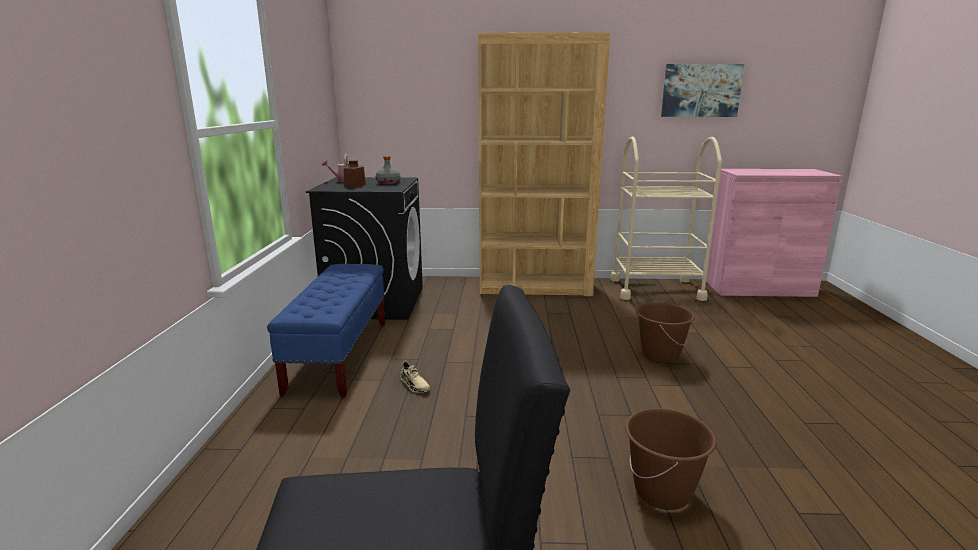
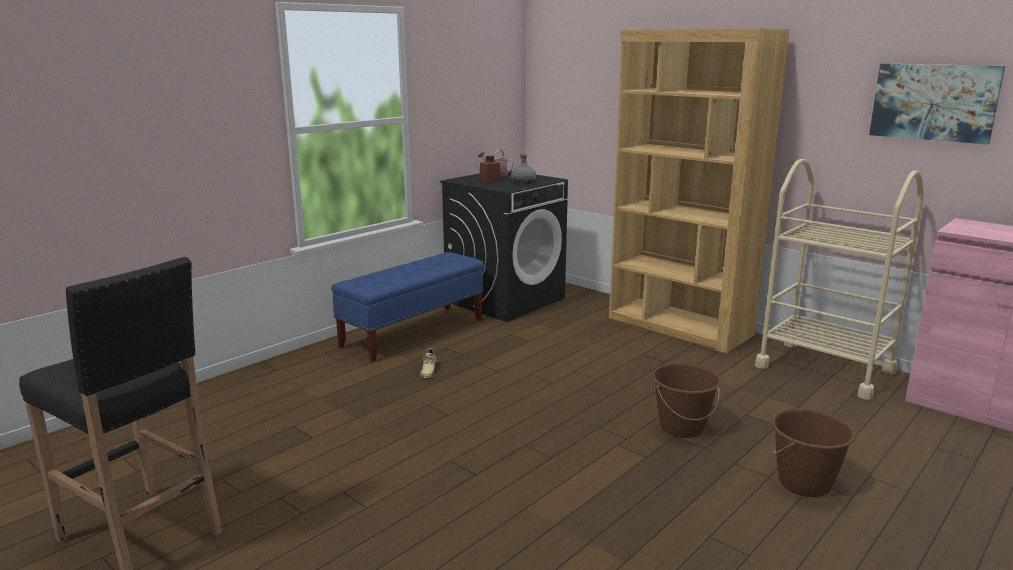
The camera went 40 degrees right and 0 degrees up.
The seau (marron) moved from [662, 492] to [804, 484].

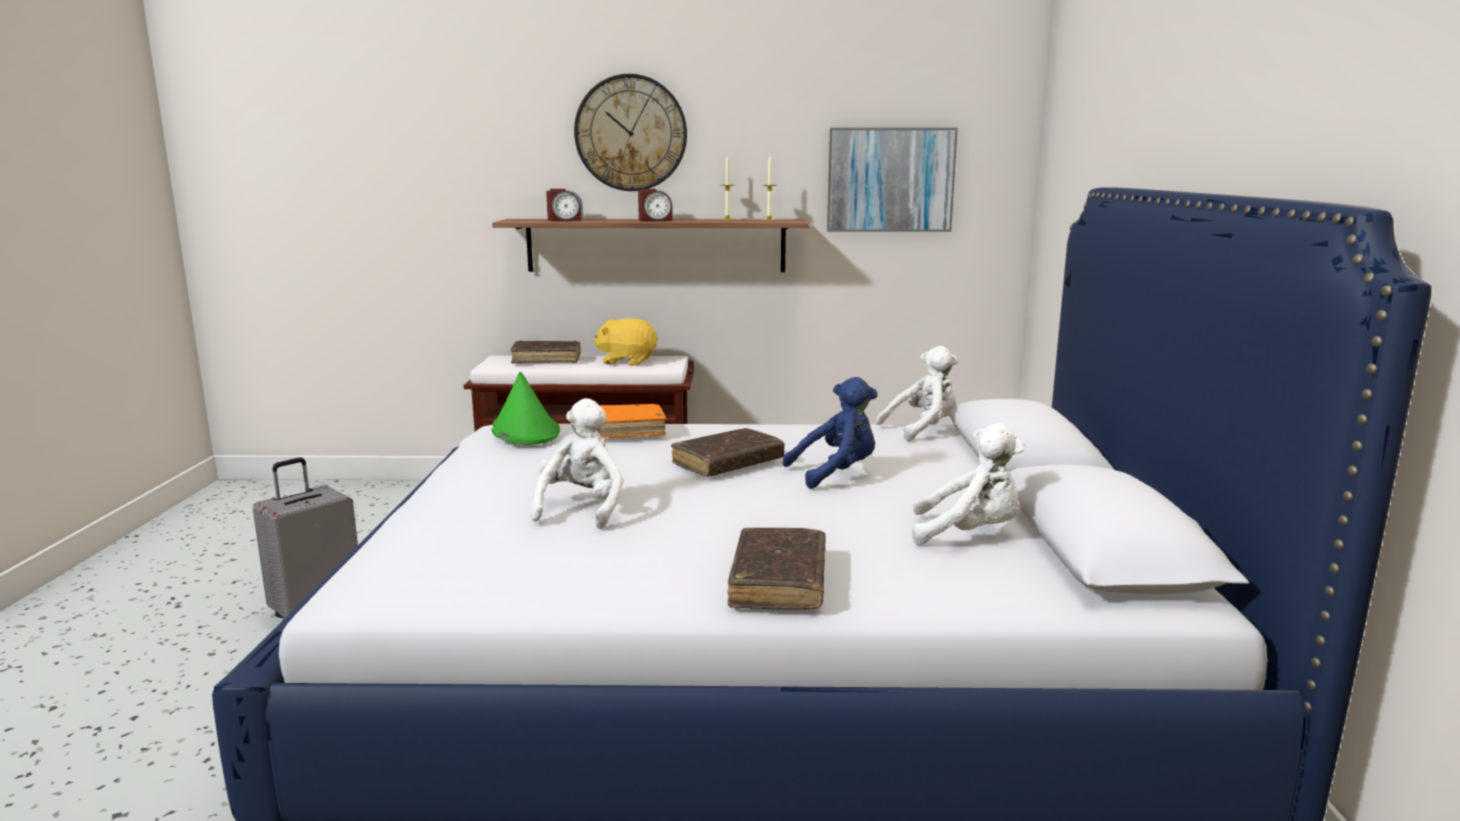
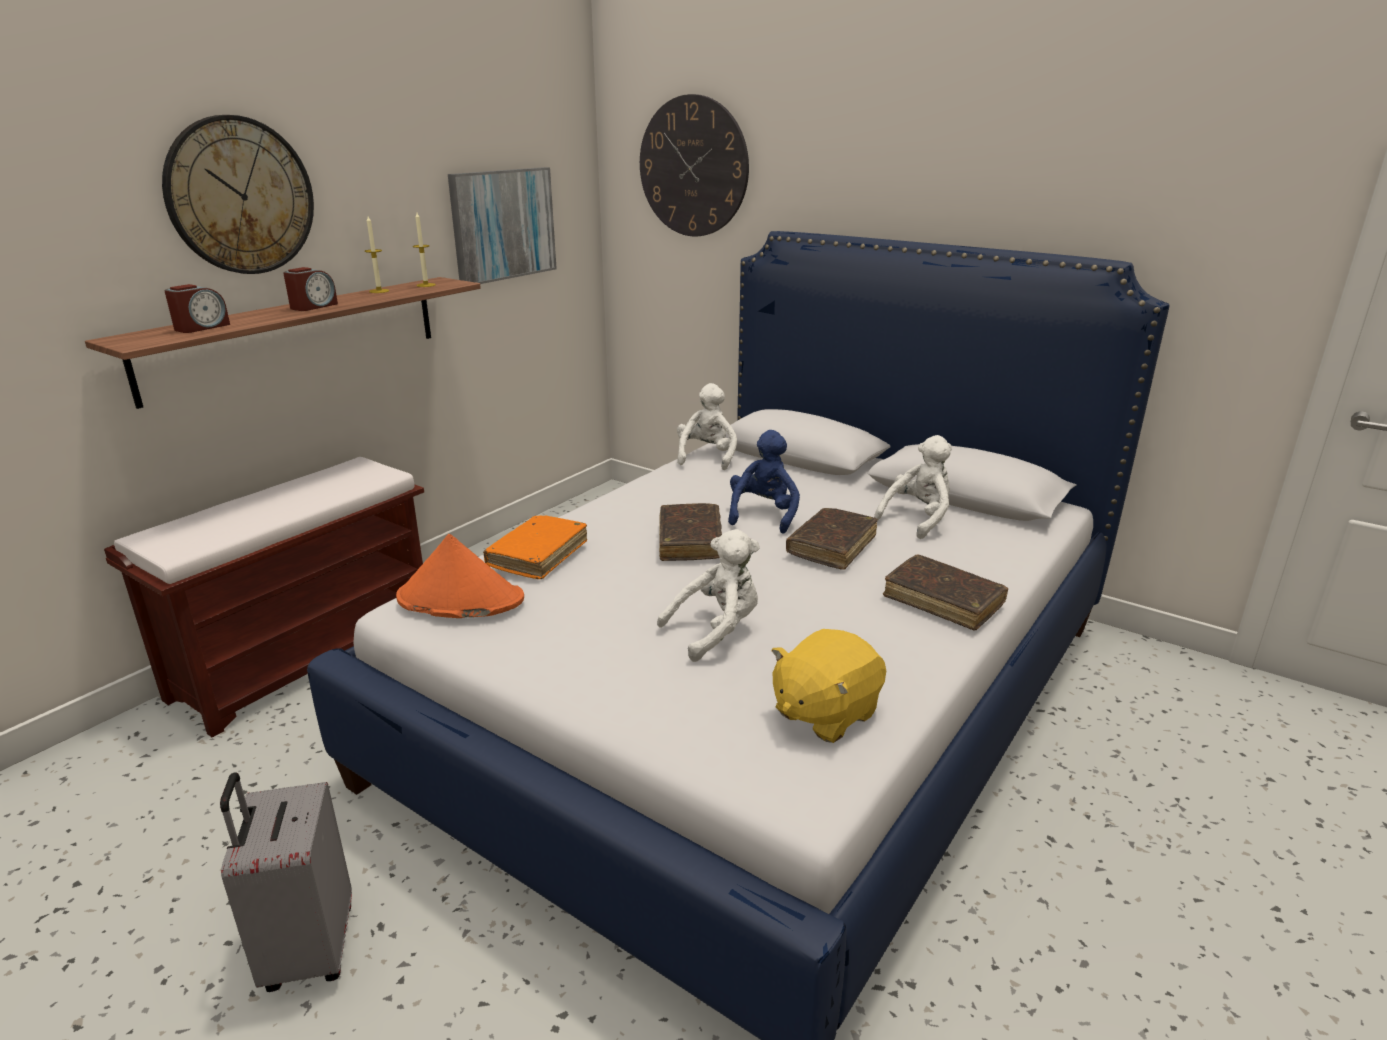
The camera went 55 degrees left and 10 degrees up.
The peluche (jaune) moved from [627, 361] to [824, 713].
The livre (marron) moved from [546, 359] to [832, 546].
The chapeau (vert) at [524, 431] became the chapeau (orange) at [459, 599].
The peluche (blanc) at [582, 508] turned 105 degrees clockwise.
The horloge murale at [693, 167] appeared.

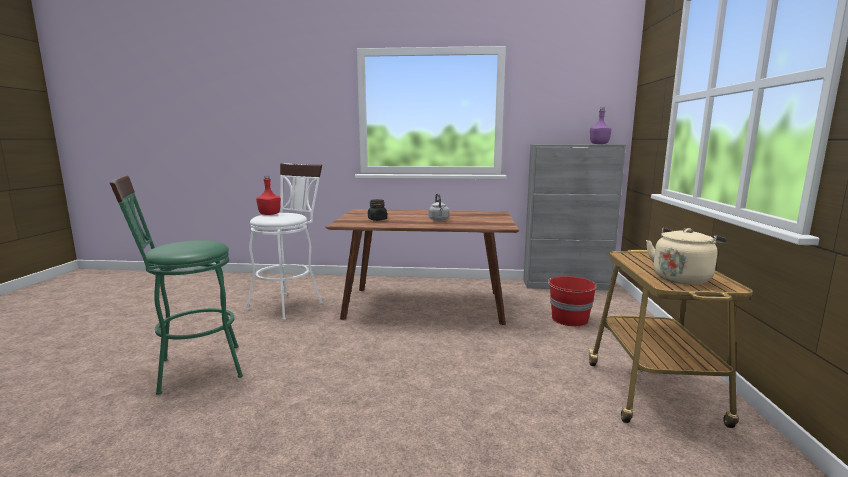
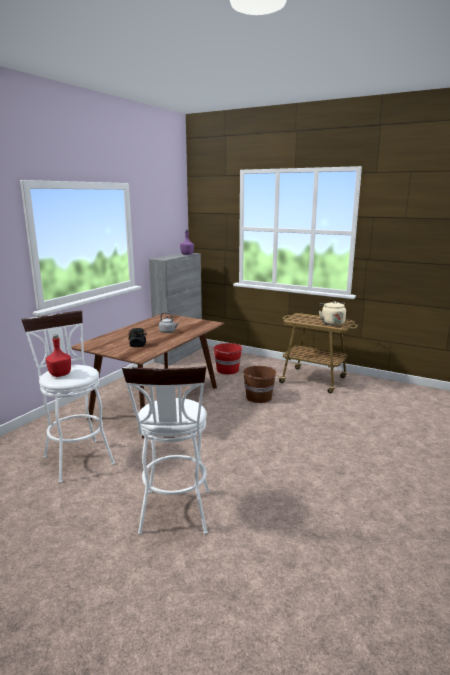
The camera went 65 degrees left and 5 degrees up.
The tabouret (vert) at [191, 370] became the tabouret (blanc) at [175, 516].
The seau (marron) at [259, 397] appeared.

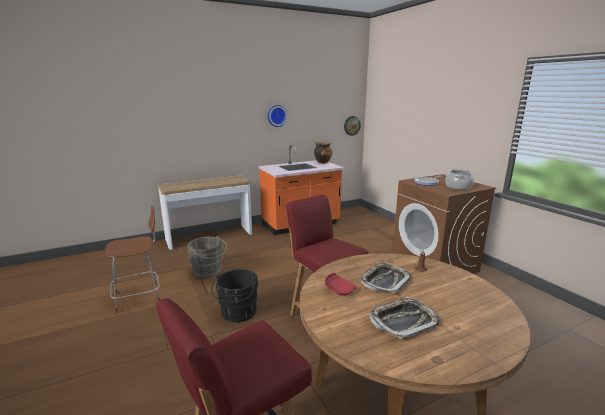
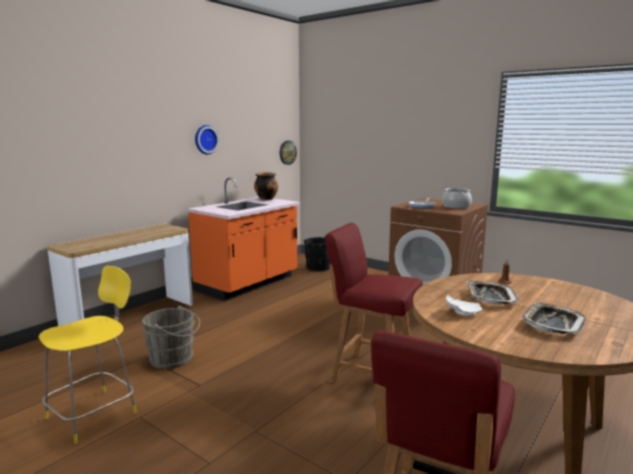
The camera went 25 degrees left and 5 degrees down.
The chaise (marron) at [139, 296] became the chaise (jaune) at [95, 414].
The seau (noir) moved from [238, 313] to [319, 267].
The assiette (rouge) at [339, 290] became the assiette (blanc) at [462, 312].

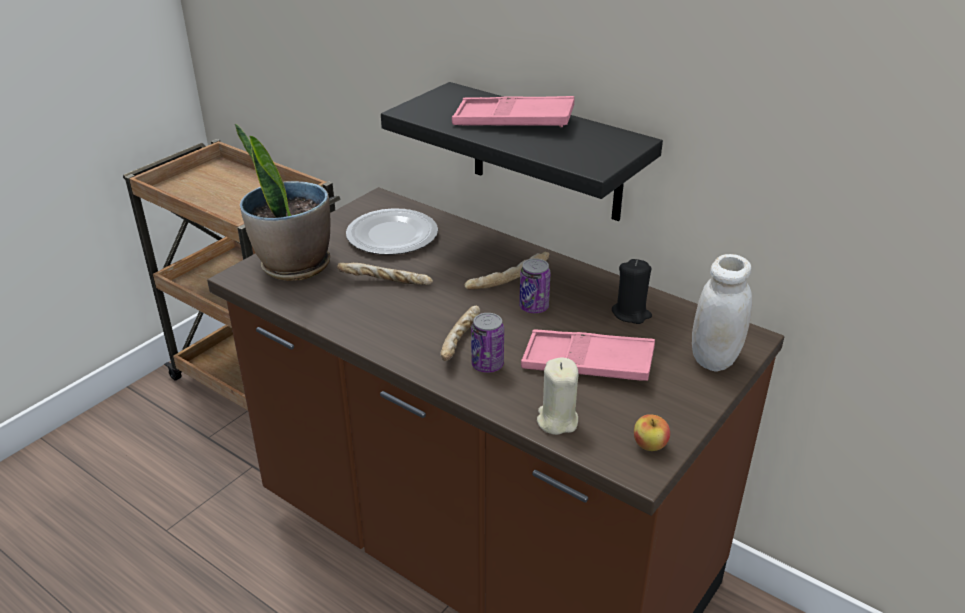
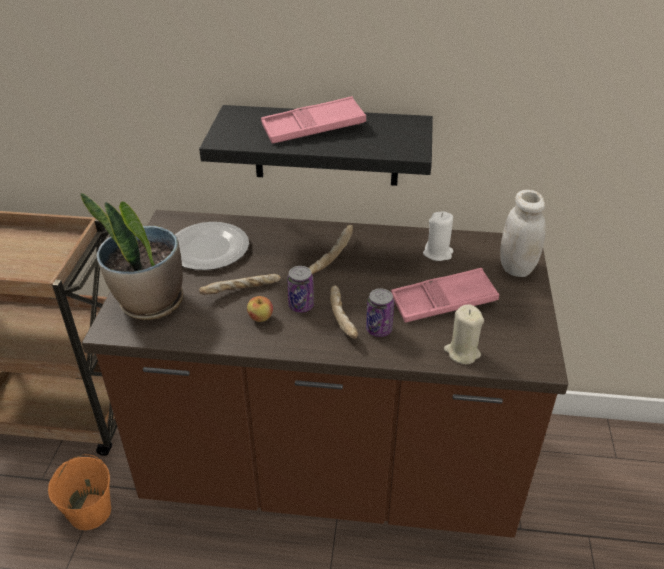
The camera went 30 degrees left and 5 degrees up.
The boîte métallique moved from [534, 307] to [301, 306].
The bougie (noir) at [631, 314] became the bougie (blanc) at [438, 253].
The pomme moved from [650, 445] to [260, 318].
The seau (orange) at [90, 512] appeared.

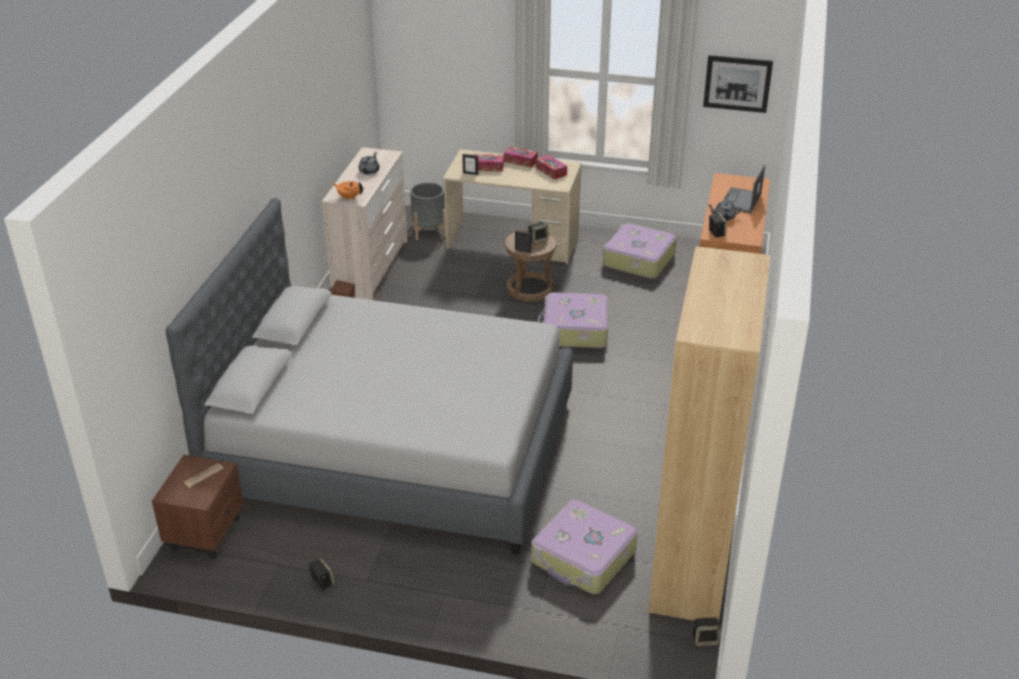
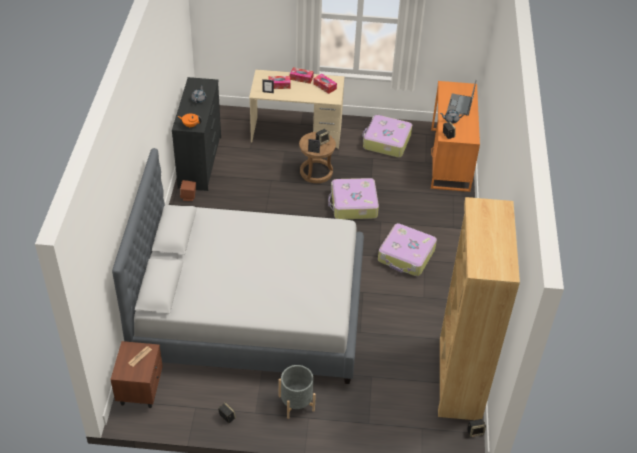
The camera went 10 degrees left and 10 degrees up.
The tableau at [737, 83] disappeared.
The commode (beige) at [371, 268] became the commode (noir) at [200, 162].
The cache-pot (gris) moved from [429, 231] to [296, 403].
The valise moved from [583, 557] to [406, 256].

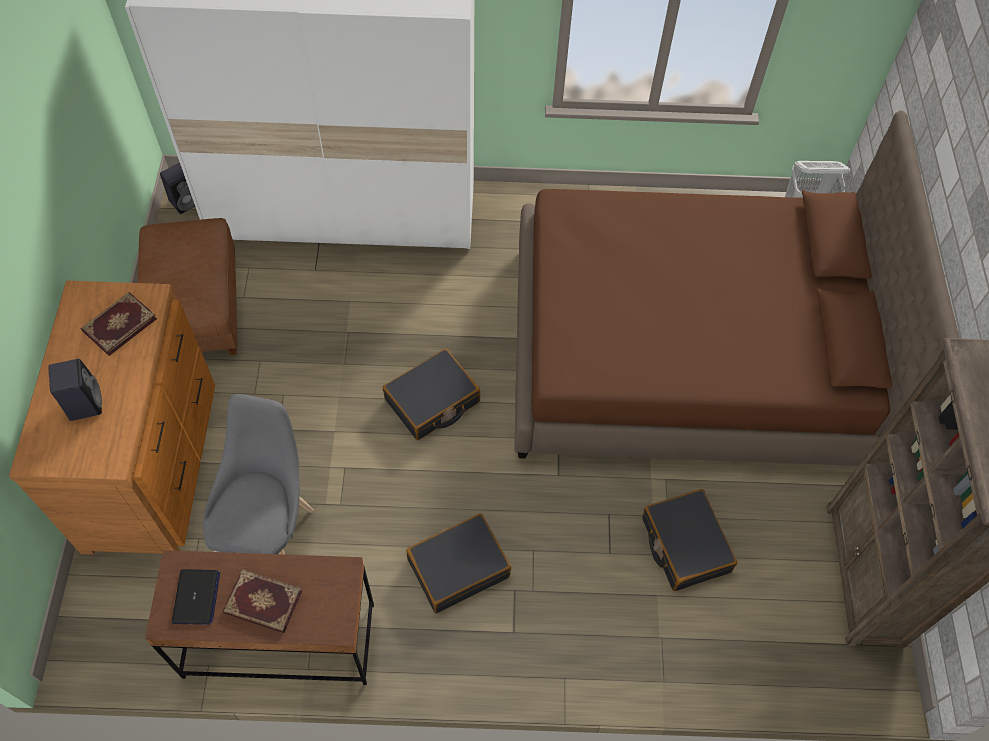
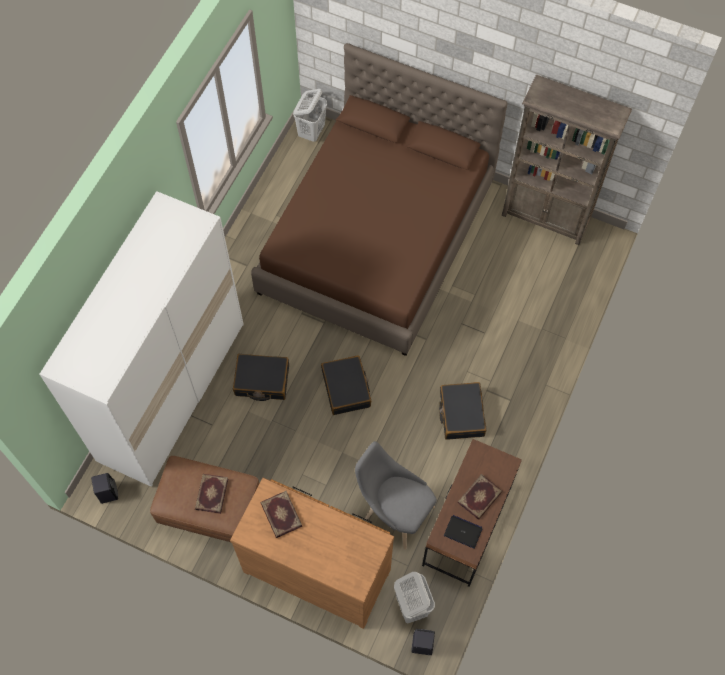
The camera went 65 degrees left and 5 degrees up.
The enceinte (noir) moved from [84, 402] to [421, 644].
The valise (noir) moved from [684, 545] to [262, 380].
The livre at [211, 494] appeared.
The panier à linge (blanc) at [411, 606] appeared.

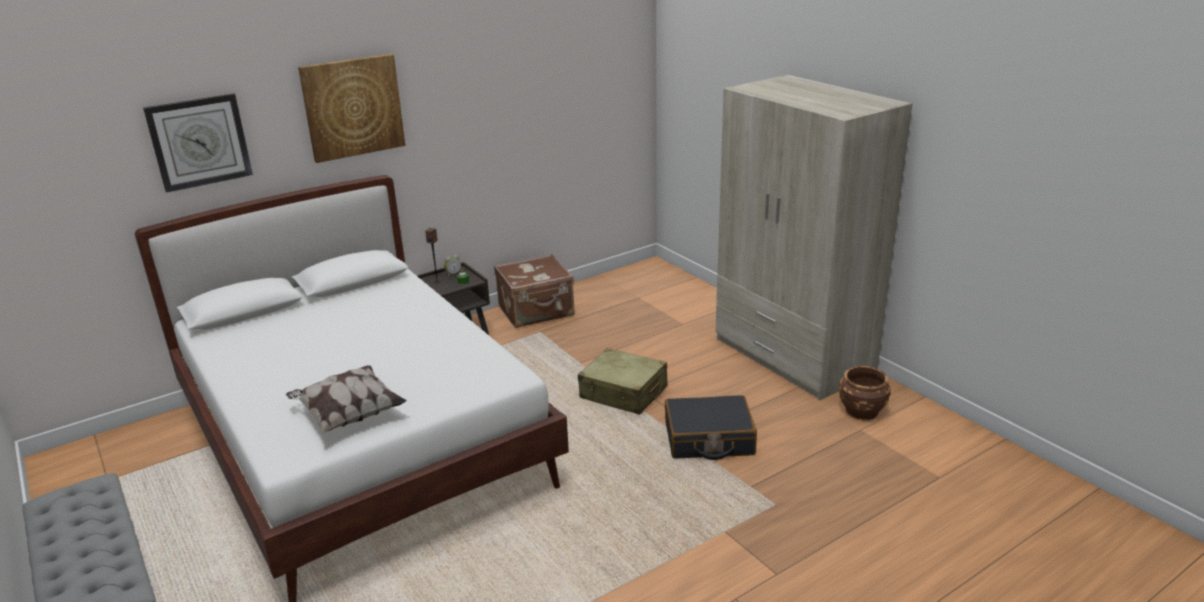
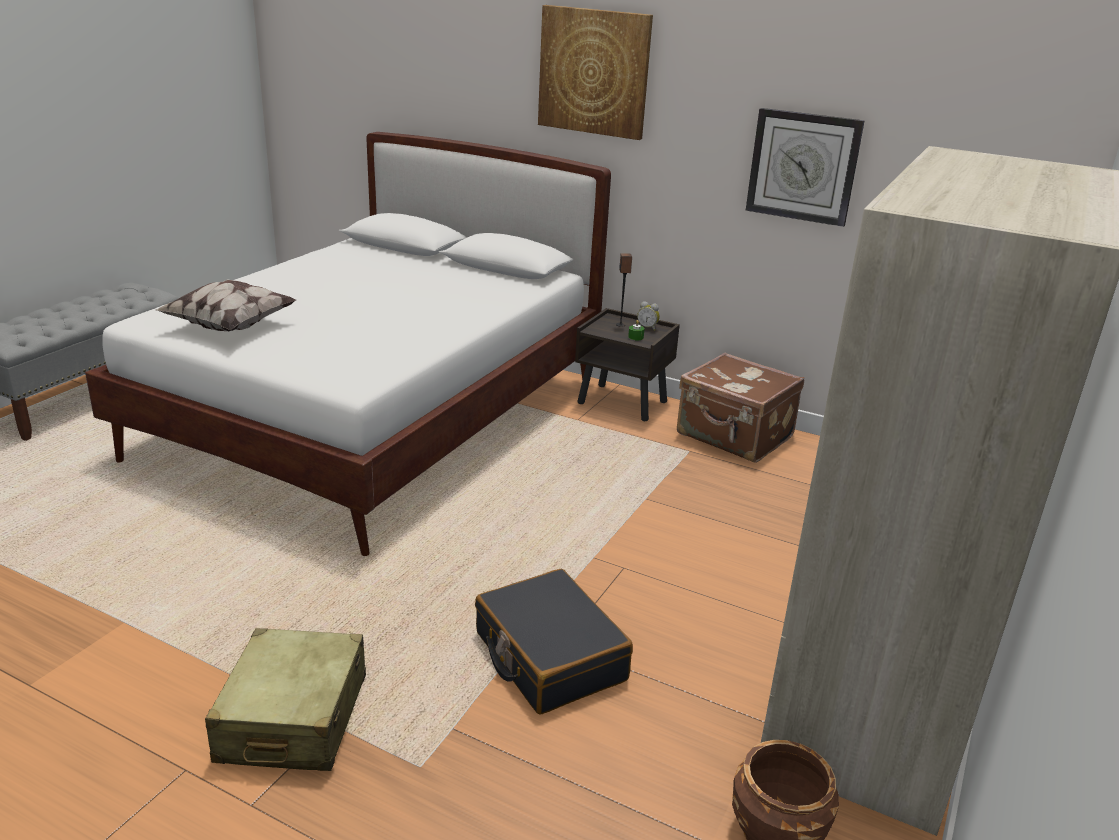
The camera went 60 degrees right and 0 degrees up.
The horloge murale moved from [199, 142] to [803, 166].
The valise (beige) moved from [623, 393] to [293, 719].

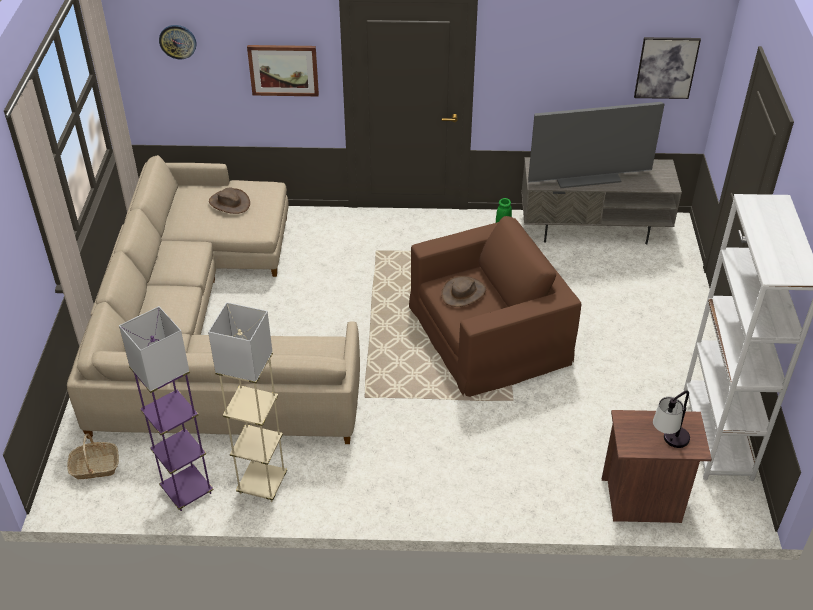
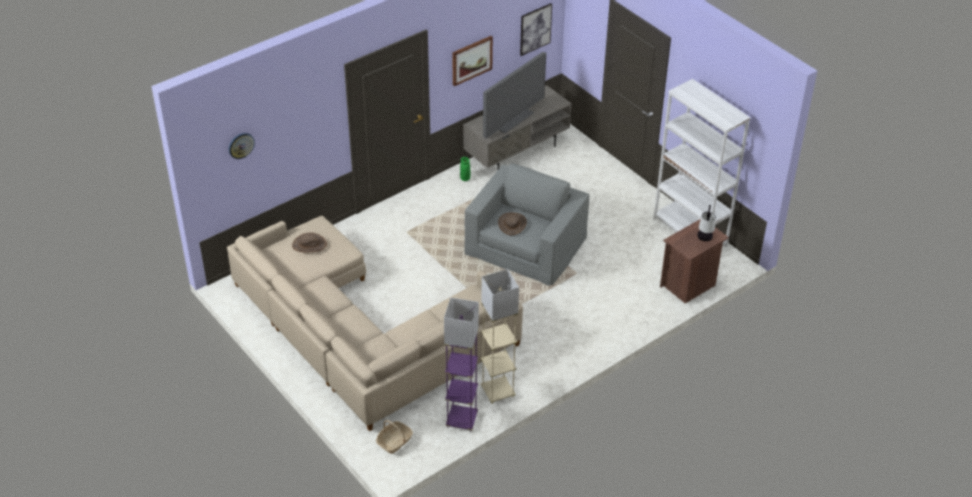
The camera went 40 degrees left and 0 degrees up.
The tableau moved from [283, 70] to [471, 60].
The fauteuil (marron) at [489, 334] became the fauteuil (gris) at [526, 244].

